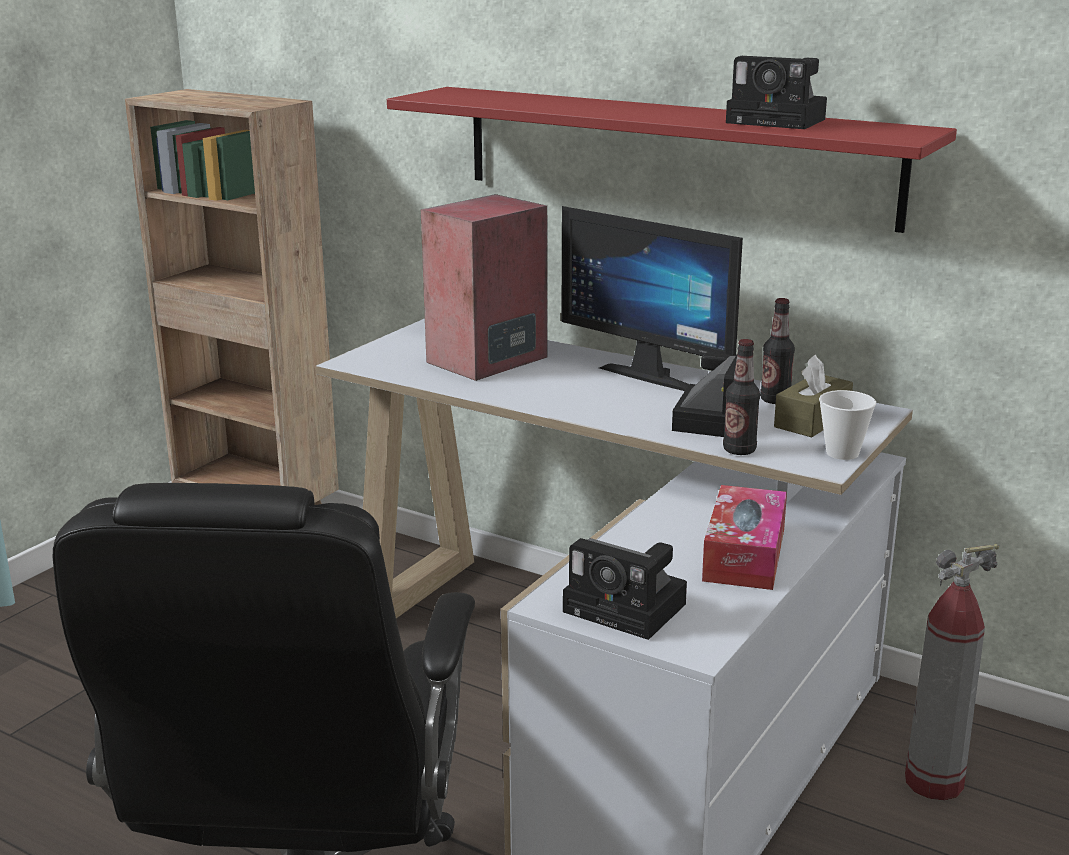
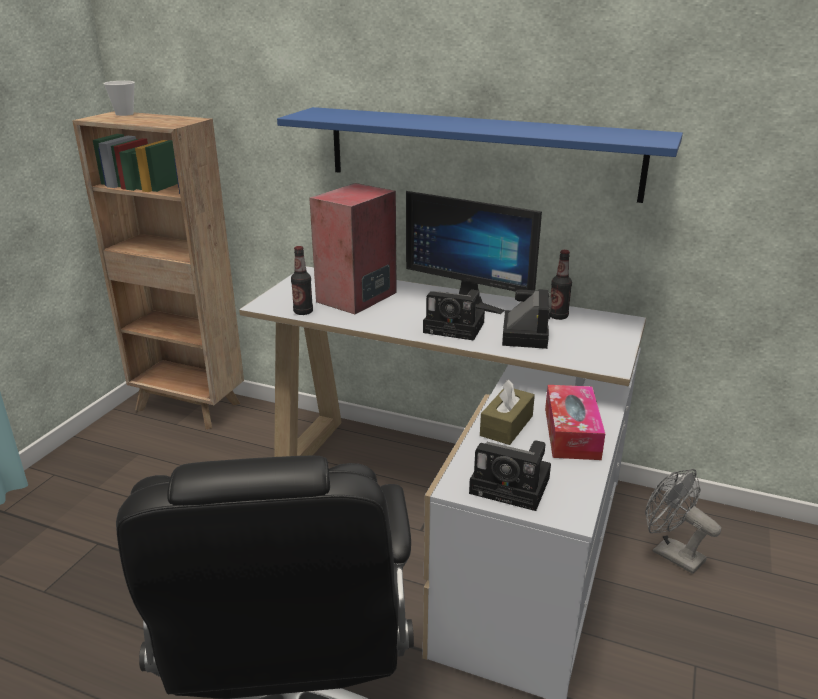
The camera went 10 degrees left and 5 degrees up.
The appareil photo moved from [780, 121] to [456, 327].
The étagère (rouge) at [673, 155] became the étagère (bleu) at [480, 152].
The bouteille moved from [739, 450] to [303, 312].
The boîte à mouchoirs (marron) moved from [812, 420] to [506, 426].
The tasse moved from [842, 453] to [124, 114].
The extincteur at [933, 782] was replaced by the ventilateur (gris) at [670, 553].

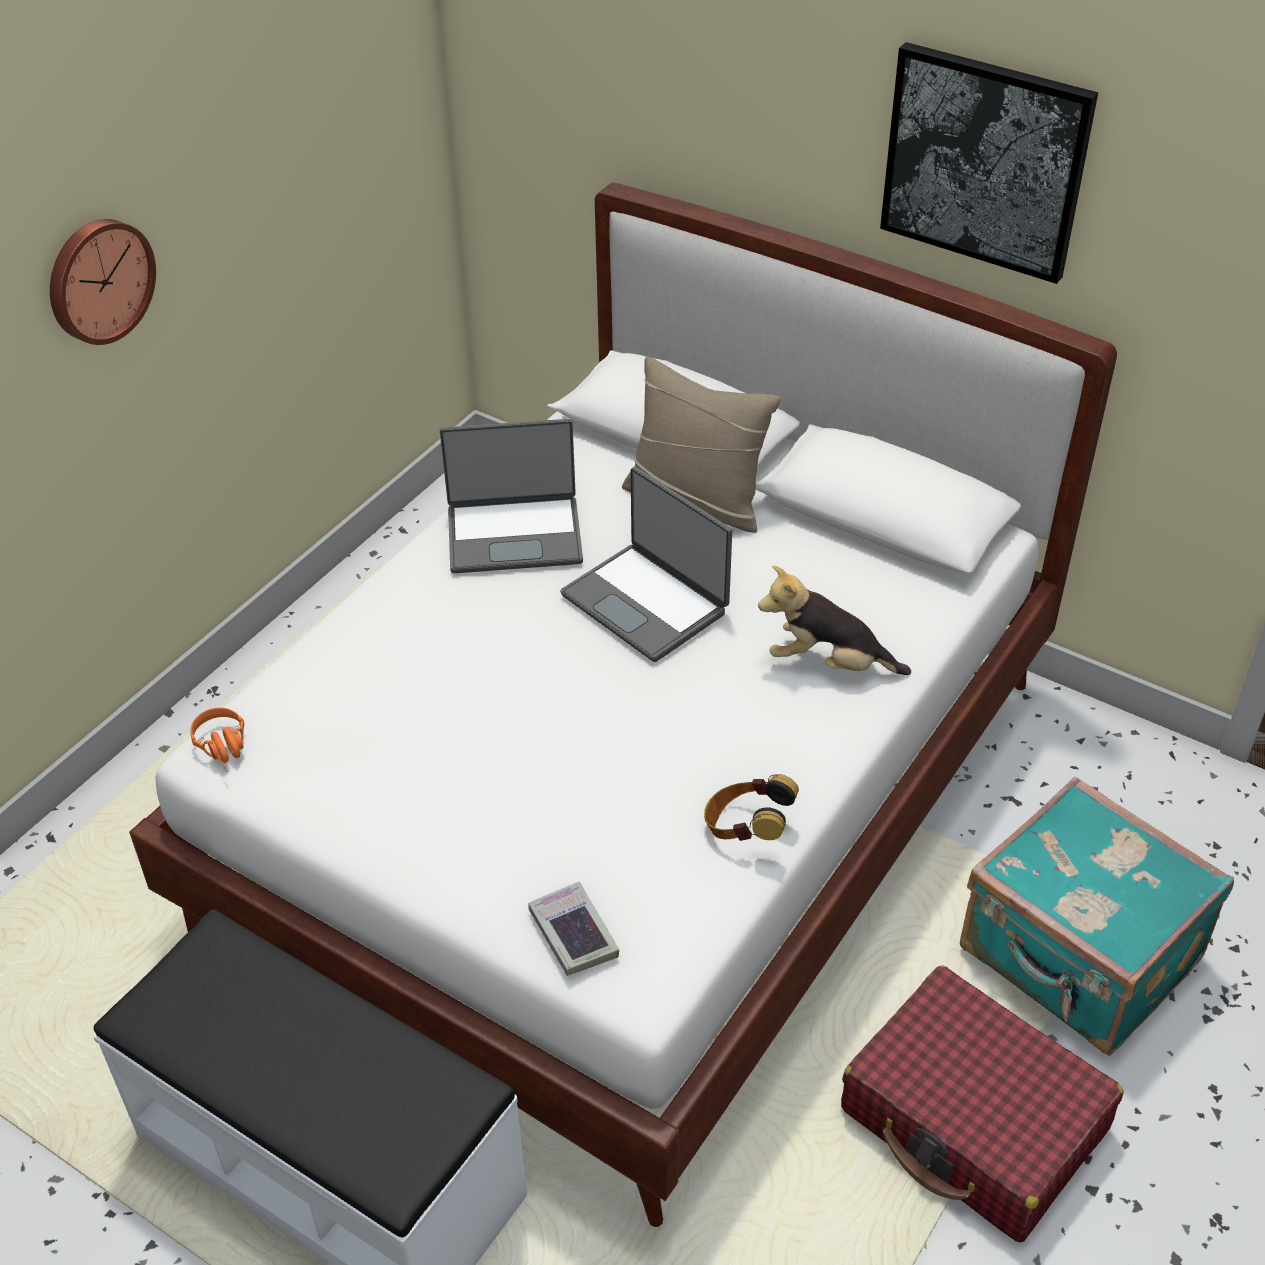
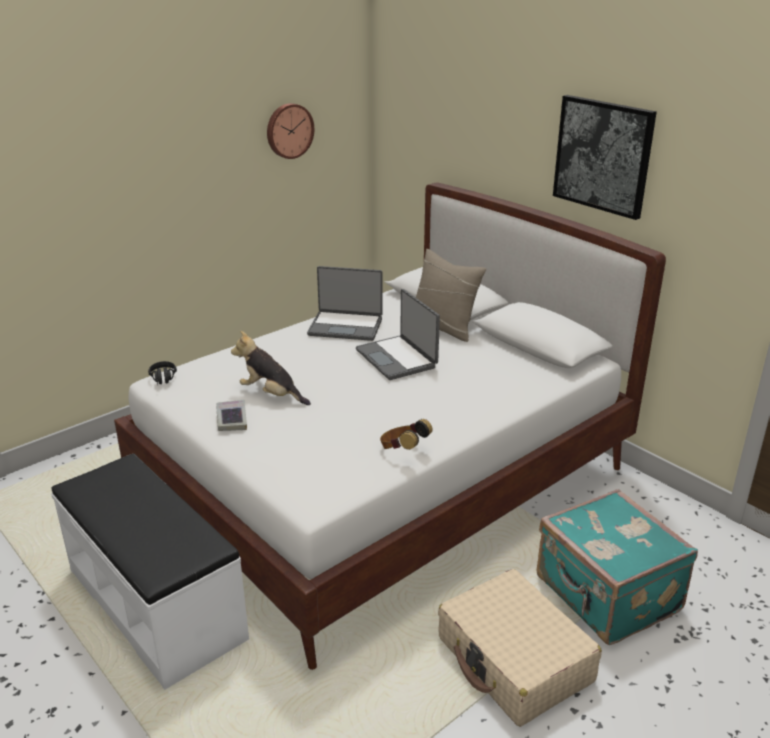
The camera went 15 degrees right and 15 degrees down.
The horloge murale moved from [98, 280] to [289, 130].
The peluche moved from [828, 663] to [271, 394].
The casque audio (orange) at [225, 749] became the casque audio (noir) at [163, 380].
The livre moved from [573, 934] to [231, 419].
The valise (rouge) at [974, 1121] became the valise (beige) at [514, 660].

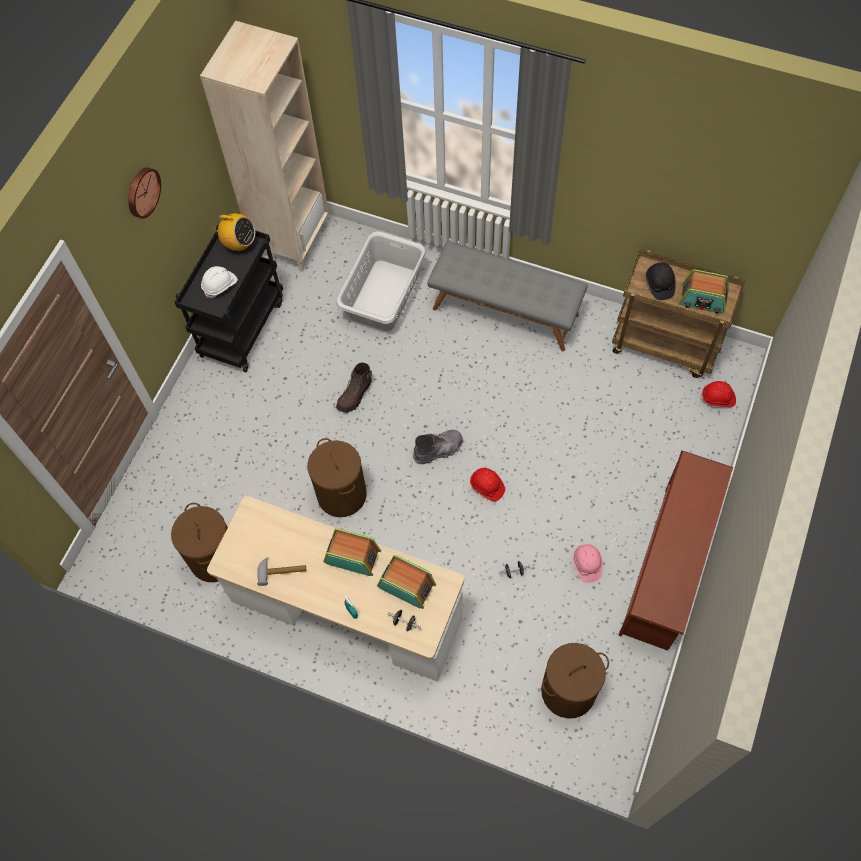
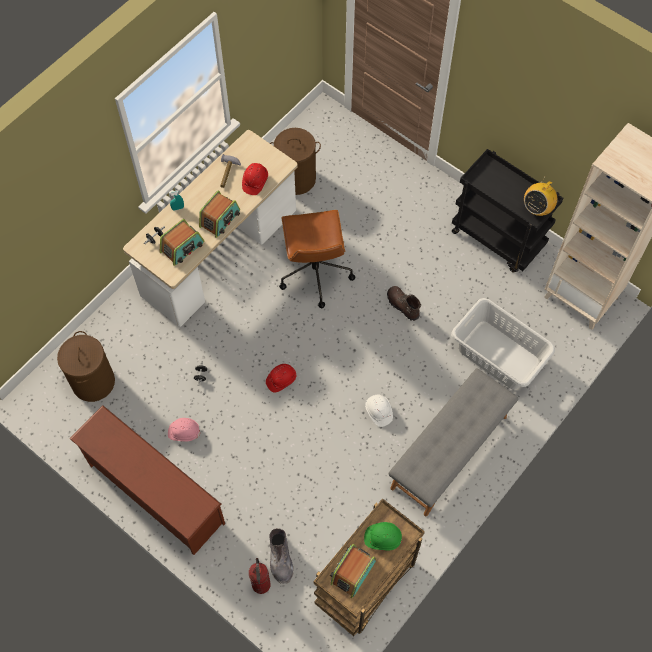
The camera went 105 degrees right and 0 degrees up.
The horloge murale at [142, 192] disappeared.
The casque de chantier (noir) at [659, 284] became the casque de chantier (vert) at [382, 538].
The casque de chantier (blanc) moved from [220, 285] to [378, 412].
The casque de chantier (rouge) moved from [718, 398] to [255, 182].
The botte (gris) moved from [438, 449] to [280, 559].
The panier à linge (marron) at [342, 494] was replaced by the chaise de bureau (marron) at [315, 273].
The extincteur at [261, 584] appeared.

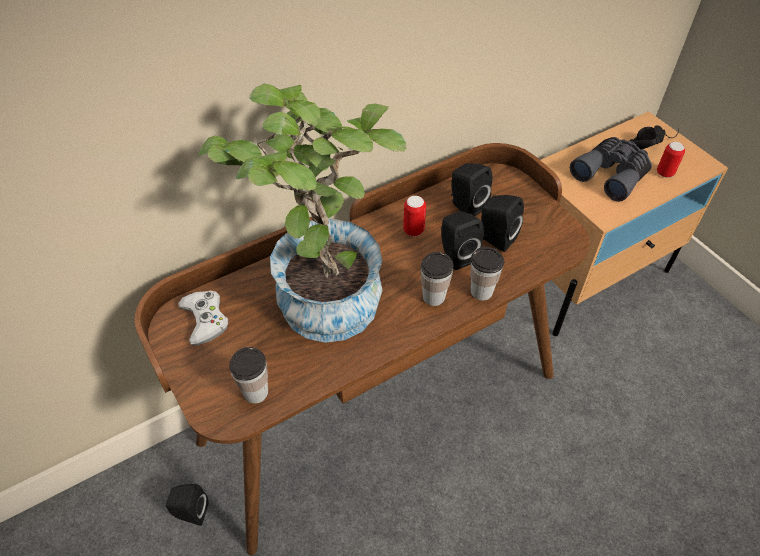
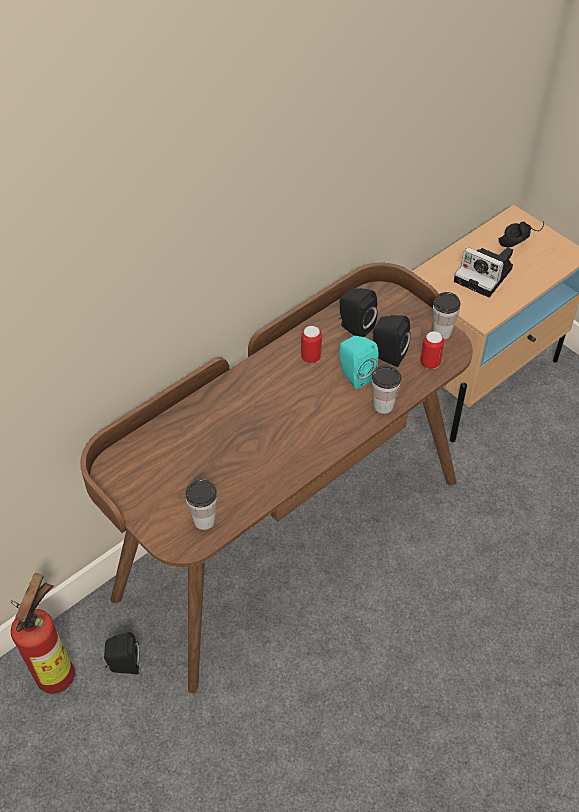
The camera went 10 degrees left and 0 degrees up.
The plante en pot at [322, 291] disappeared.
The jumelles (gris) at [611, 174] was replaced by the appareil photo at [485, 275].
The boîte métallique moved from [665, 173] to [430, 363].
The enceinte (noir) at [456, 255] became the enceinte (turquoise) at [354, 375].
The tasse moved from [433, 297] to [442, 332].
The manette (blanc) at [205, 320] disappeared.
The extincteur at [59, 671] appeared.

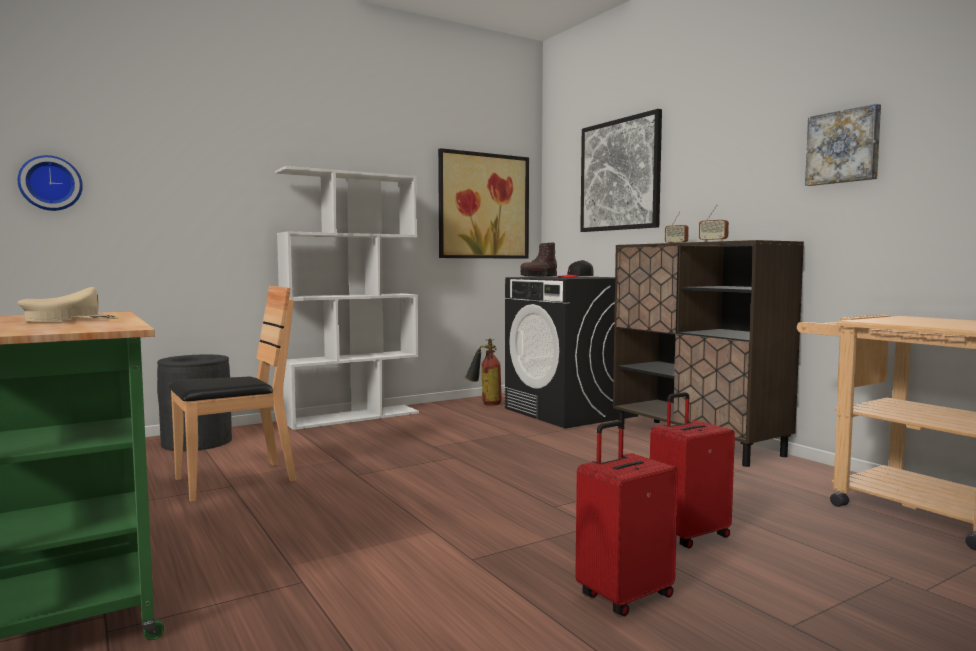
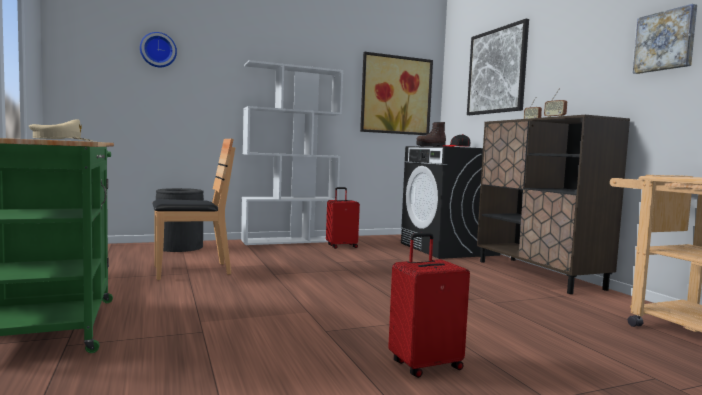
The camera went 10 degrees right and 0 degrees up.
The horloge murale moved from [50, 183] to [158, 50].
The extincteur at [485, 403] disappeared.
The valise (rouge) moved from [688, 535] to [341, 246].

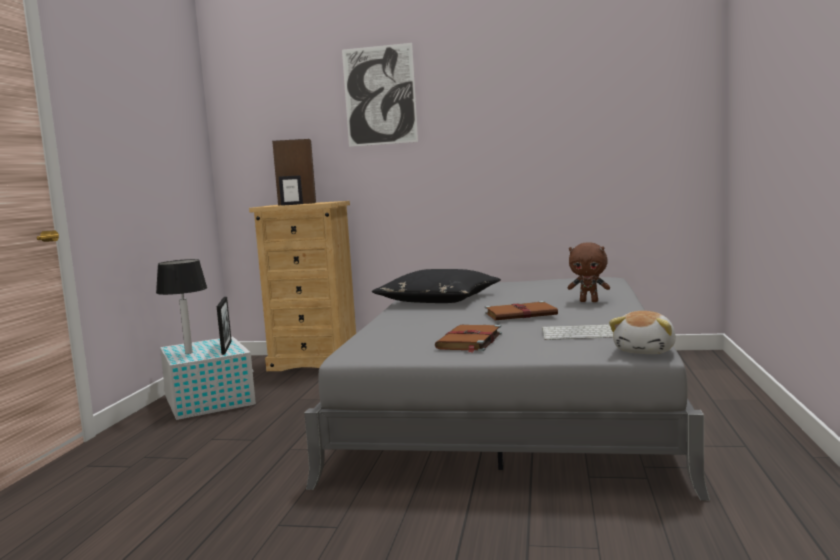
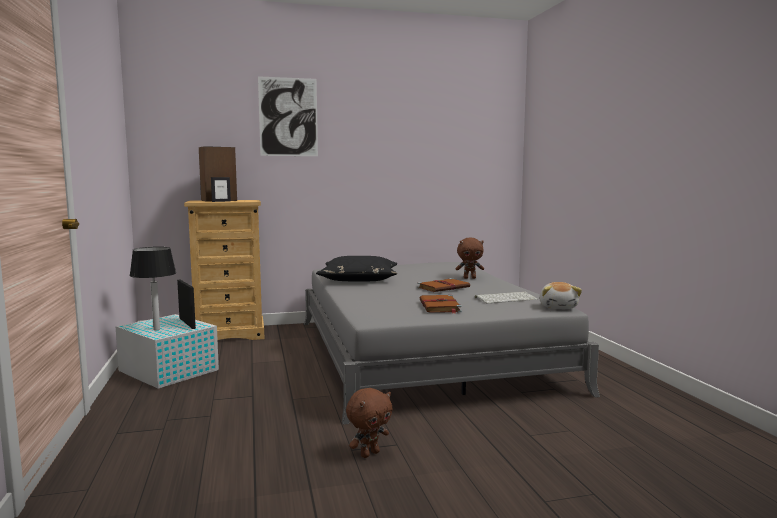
The camera went 25 degrees left and 0 degrees up.
The peluche (marron) at [369, 454] appeared.

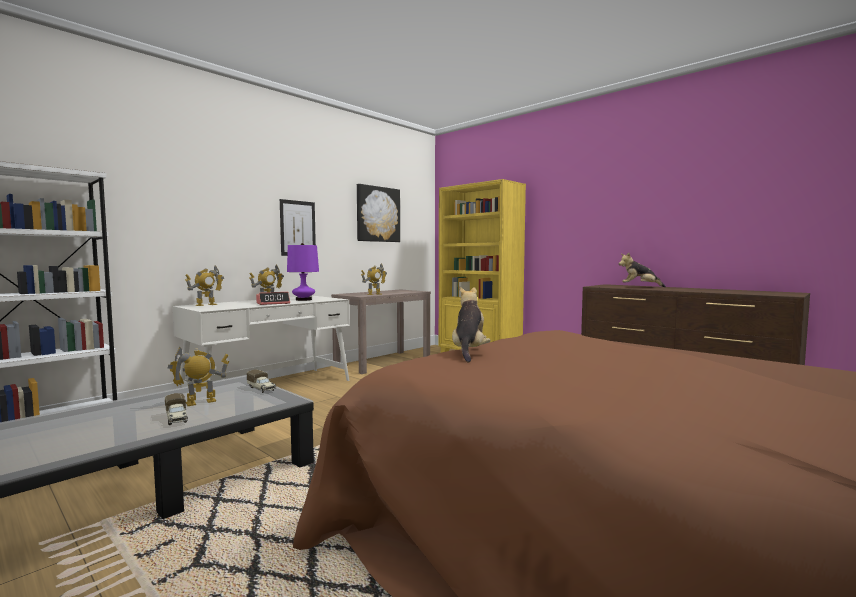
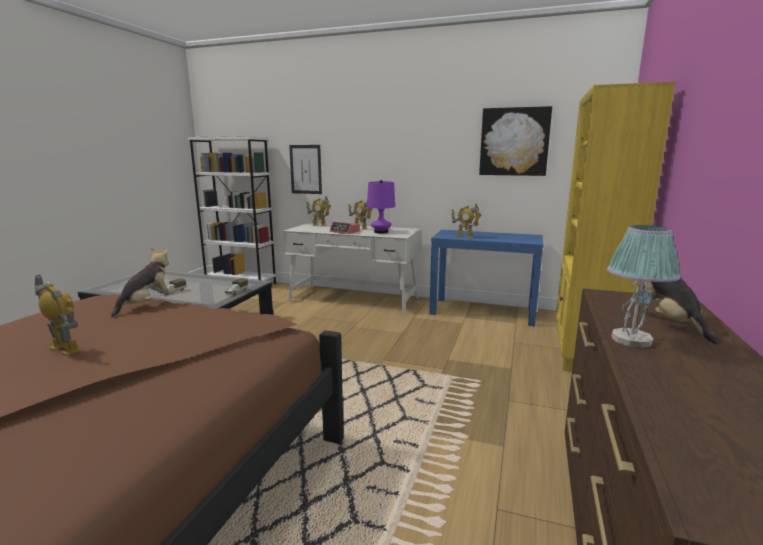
The camera went 65 degrees right and 10 degrees up.
The tableau moved from [298, 228] to [305, 169].
The peluche at [469, 352] turned 45 degrees counterclockwise.
The table console (marron) at [383, 362] became the table console (bleu) at [483, 311].
The robot jouet moved from [201, 402] to [65, 349].
The lampe de table at [631, 339] appeared.

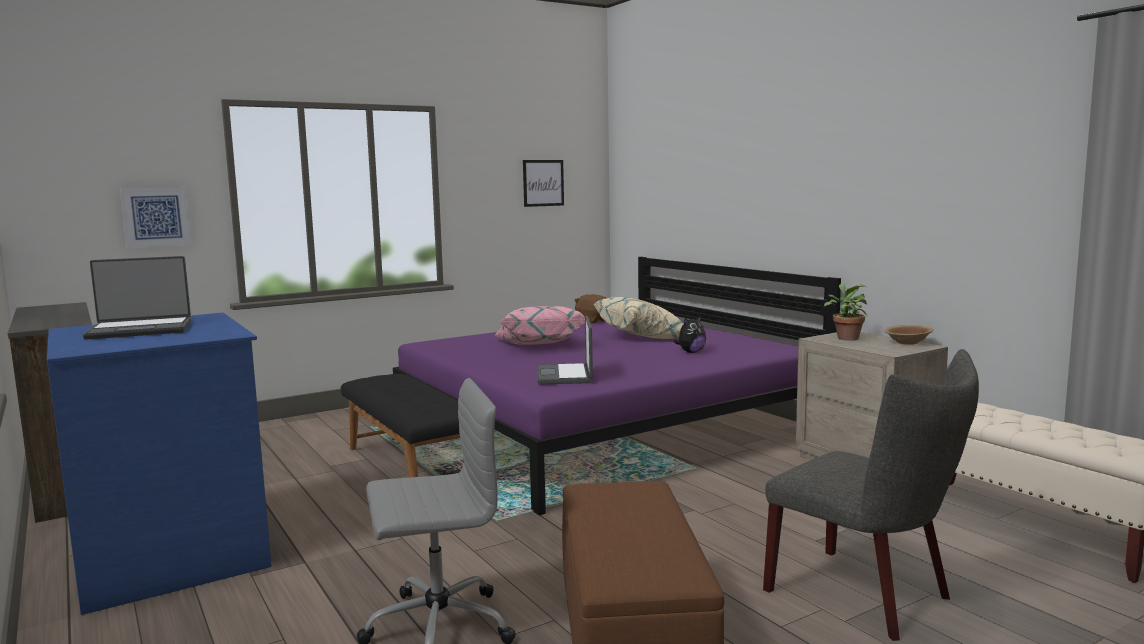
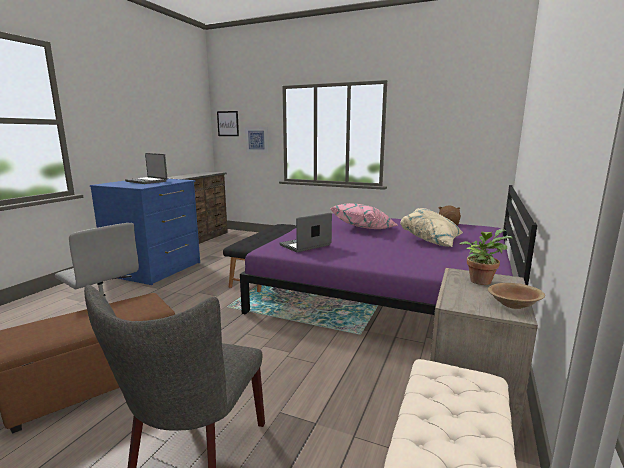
The camera went 55 degrees right and 5 degrees up.
The tableau moved from [543, 183] to [228, 123].
The peluche at [691, 352] disappeared.

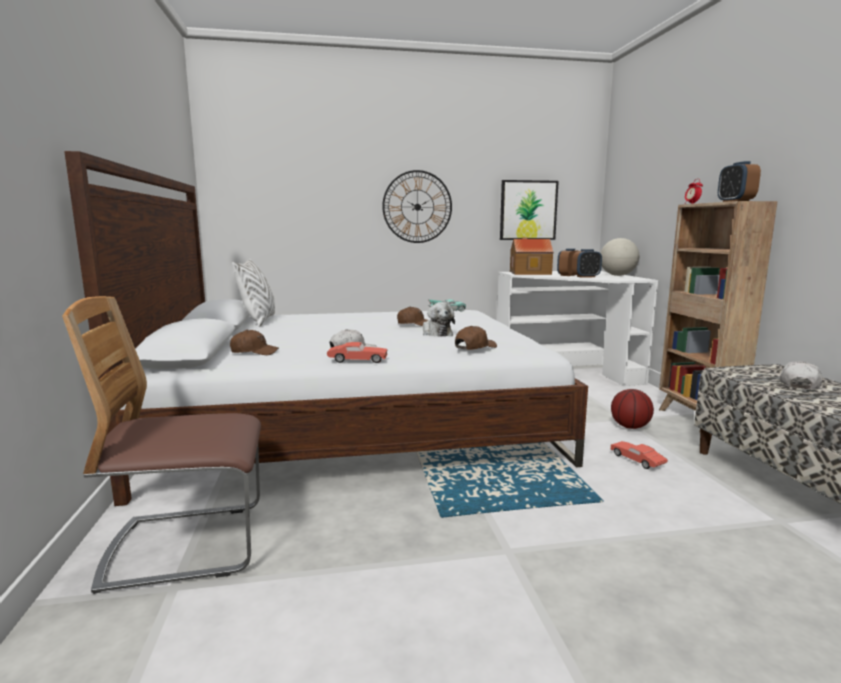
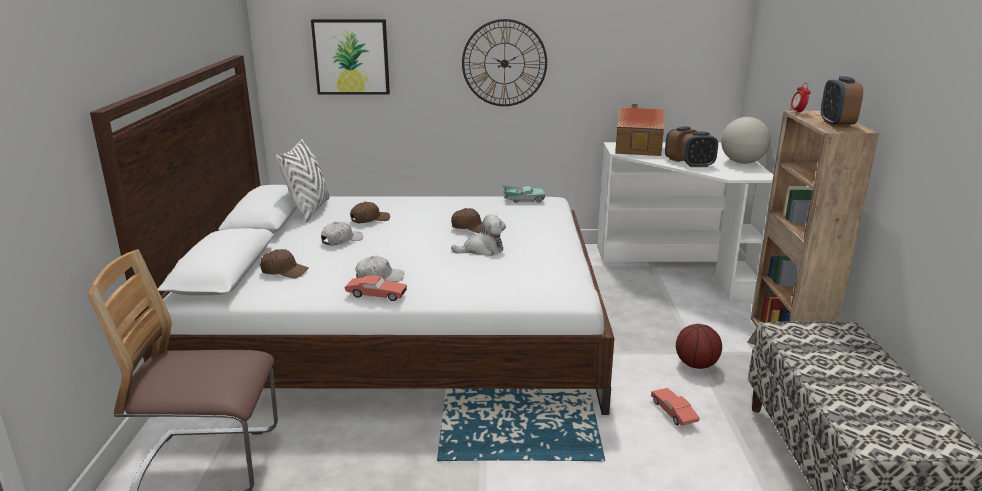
The camera went 10 degrees right and 10 degrees up.
The tableau moved from [528, 210] to [351, 57].
The peluche at [436, 334] turned 90 degrees counterclockwise.
The casquette (marron) moved from [475, 347] to [369, 219].
The casquette (blanc) moved from [799, 384] to [341, 240].

